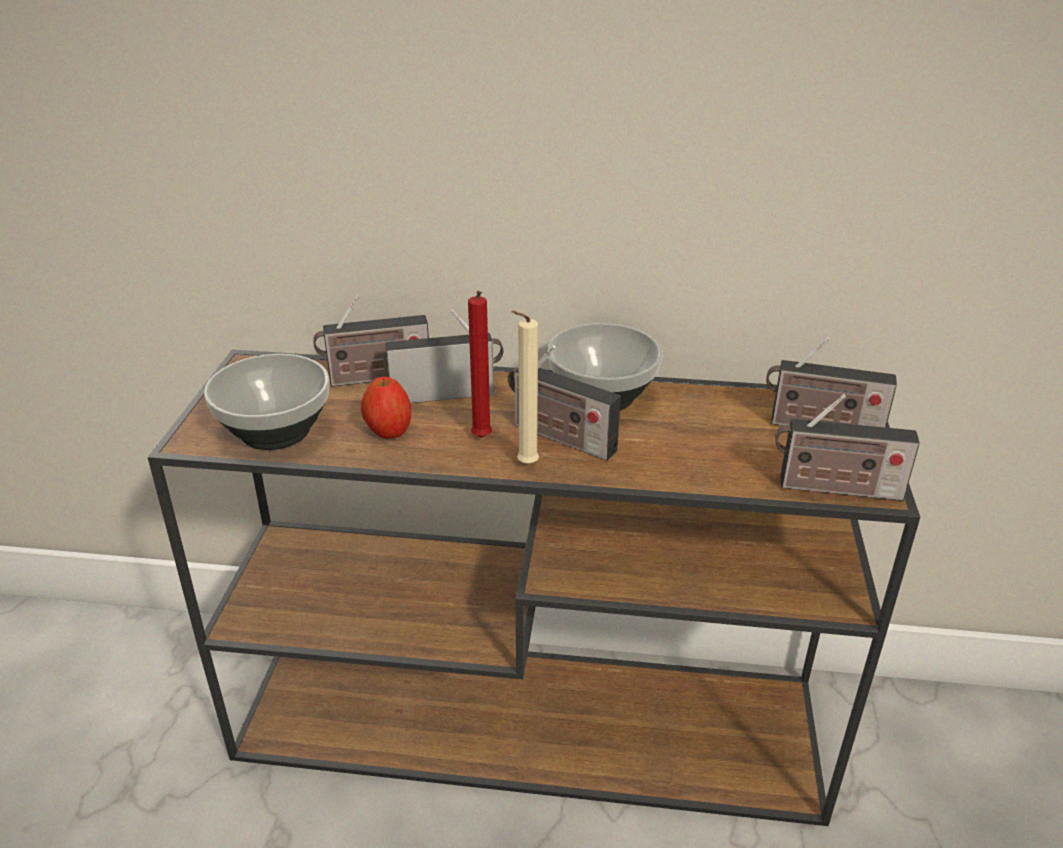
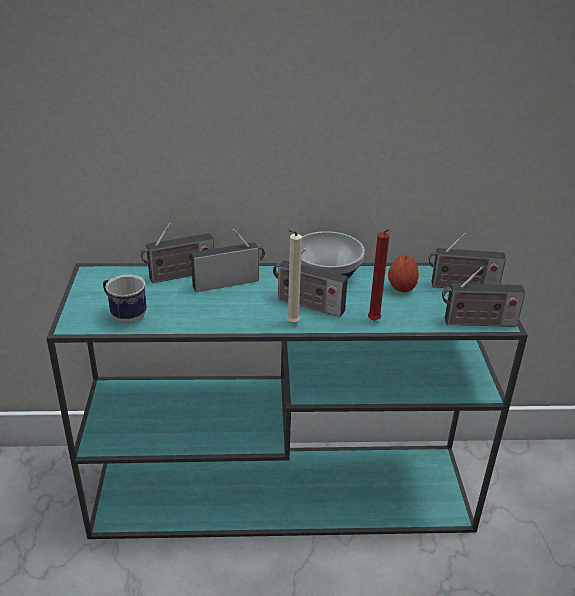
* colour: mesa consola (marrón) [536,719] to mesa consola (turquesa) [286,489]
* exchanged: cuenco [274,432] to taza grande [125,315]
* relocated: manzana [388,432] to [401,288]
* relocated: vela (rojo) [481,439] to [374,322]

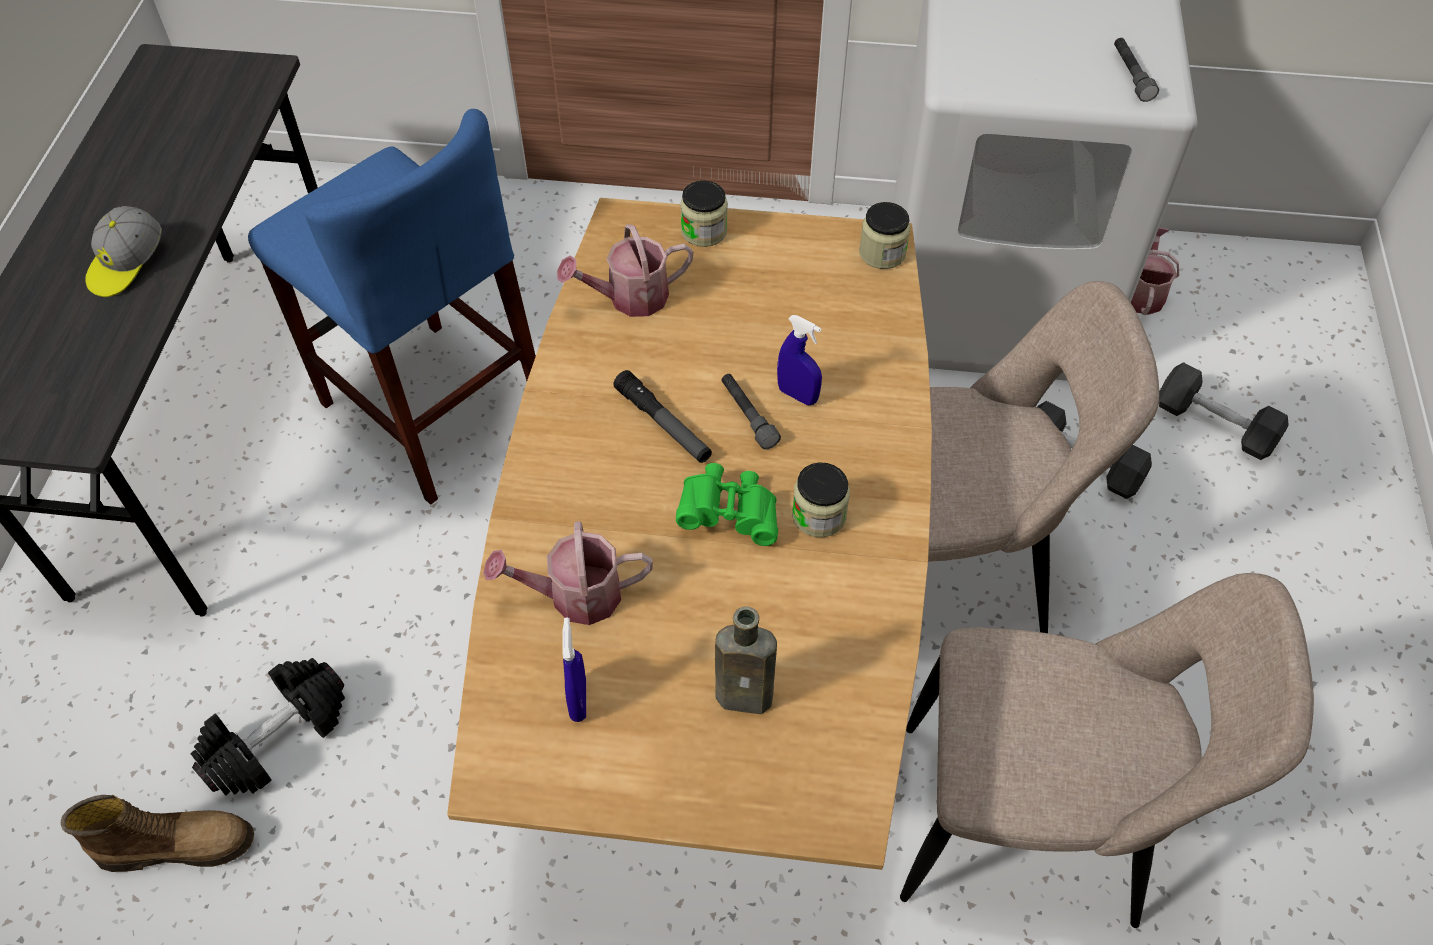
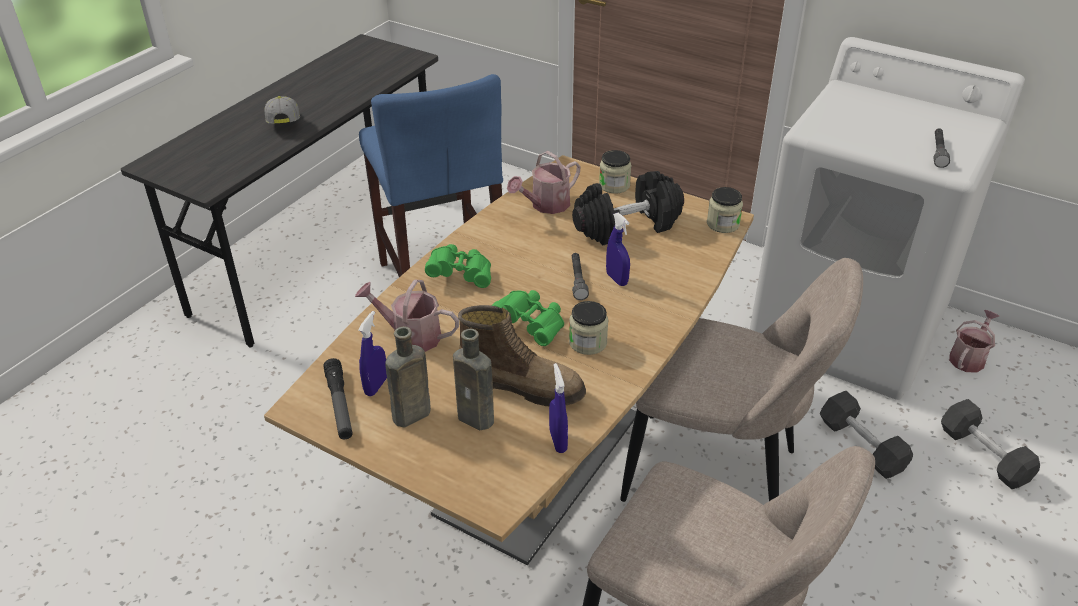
* relocated: bota [177,844] to [522,385]
* spun: gorra [127,264] = [284,122] 120 degrees clockwise
* relocated: mancuerna (negro) [278,737] to [627,225]
* spun: regadera [629,298] = [546,205] 45 degrees counterclockwise
* relocated: linterna [663,424] to [339,405]
* appeared: botella (marrón) [409,416]
* appeared: prismáticos (verde) [461,275]
* appeared: pulverizador (azul) [558,441]

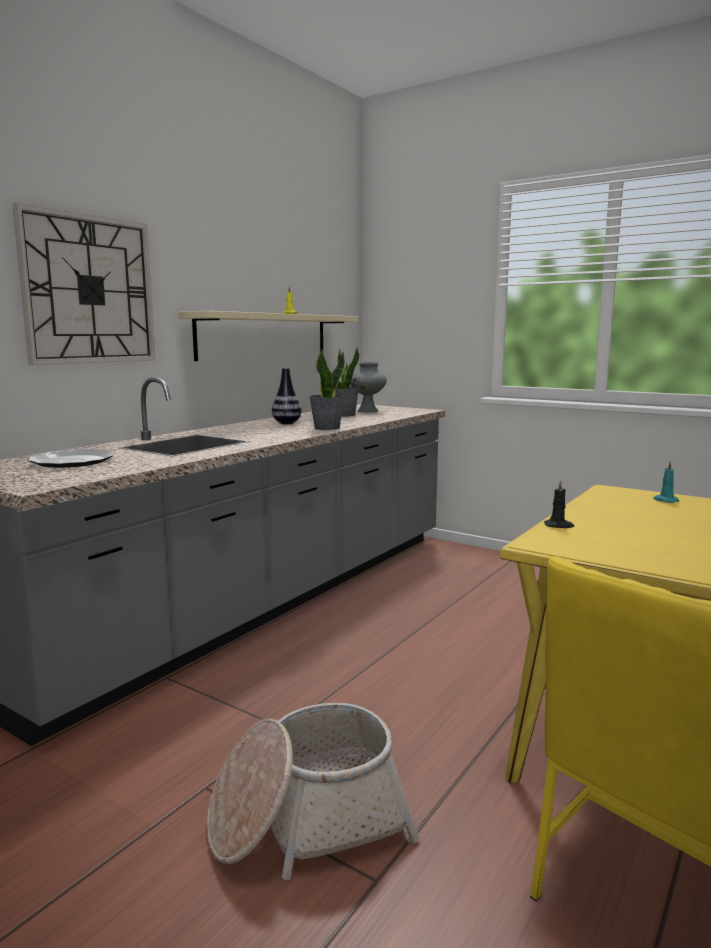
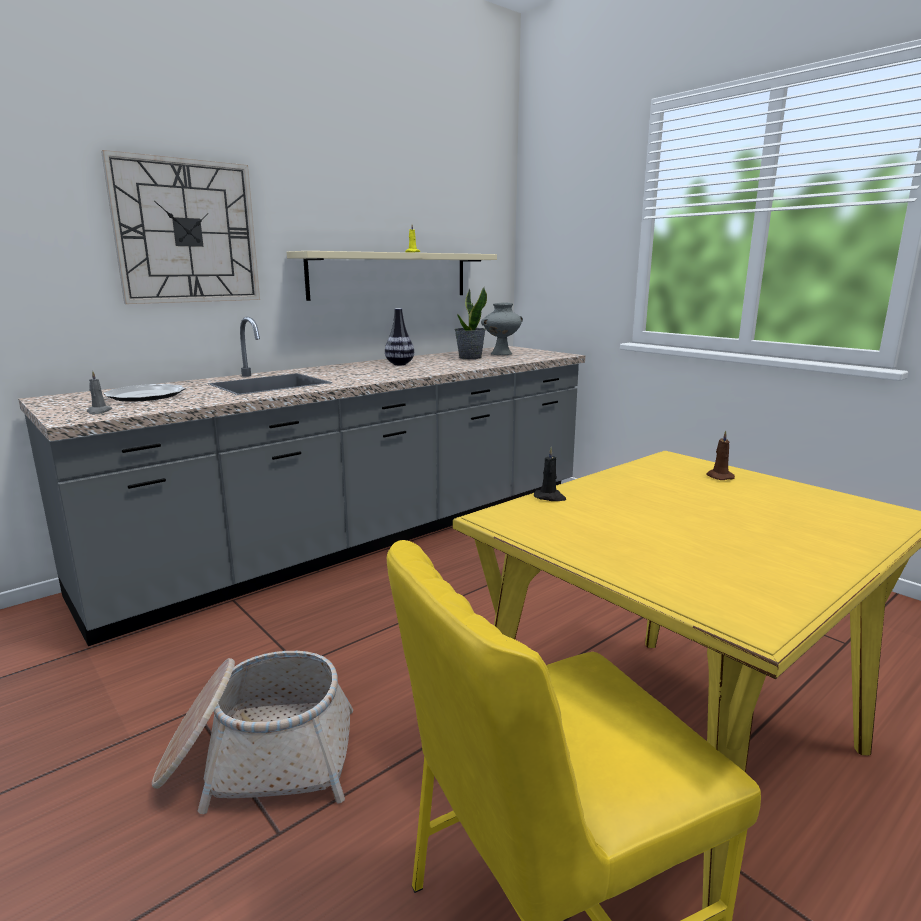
* missing: planta en maceta [326,428]
* colour: vela (turquesa) [665,500] to vela (marrón) [718,476]
* appeared: vela (gris) [99,411]

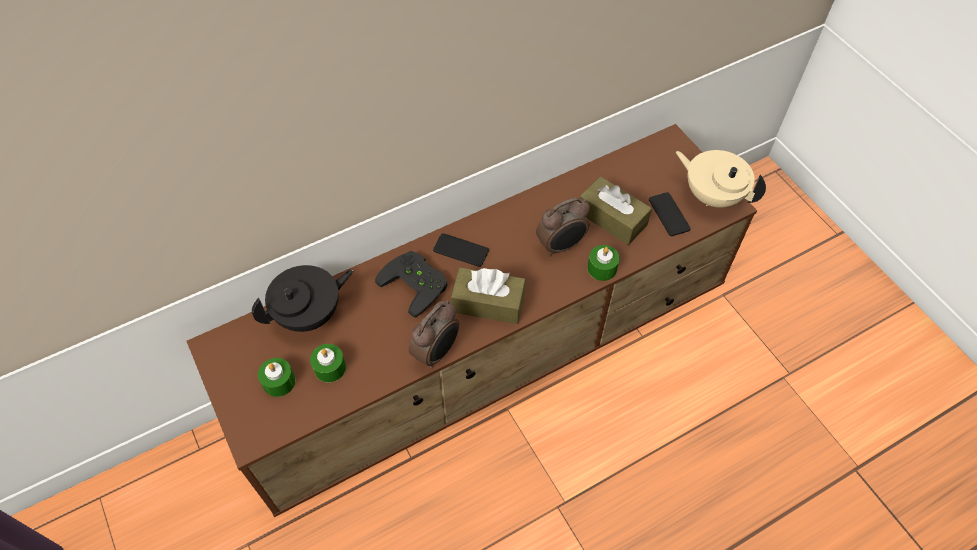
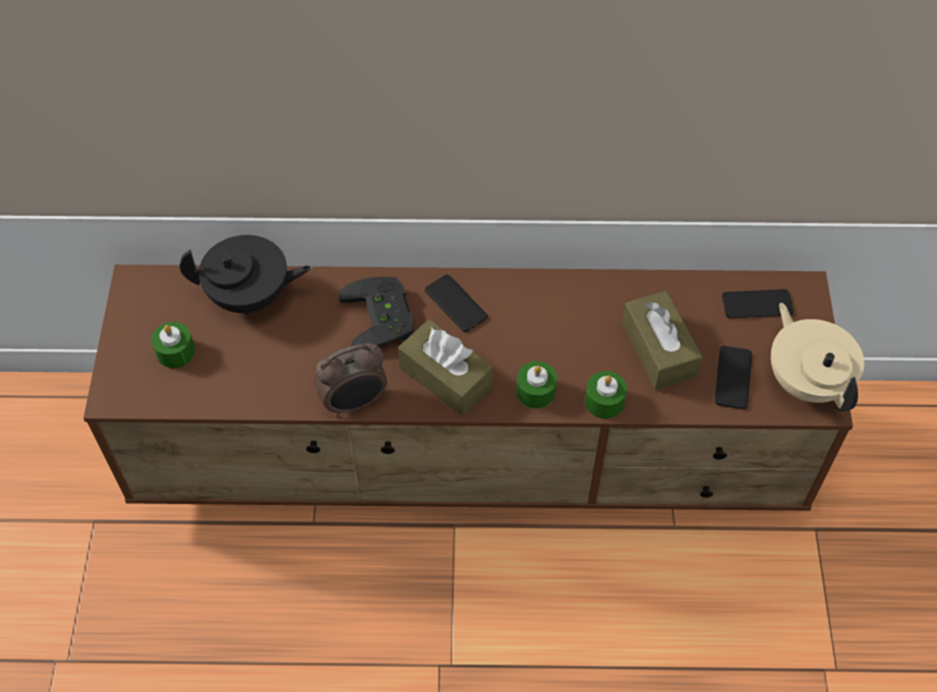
* relocated: vela (verde) [330,368] to [535,391]
* missing: despertador [561,246]
* appeared: móvil [757,304]

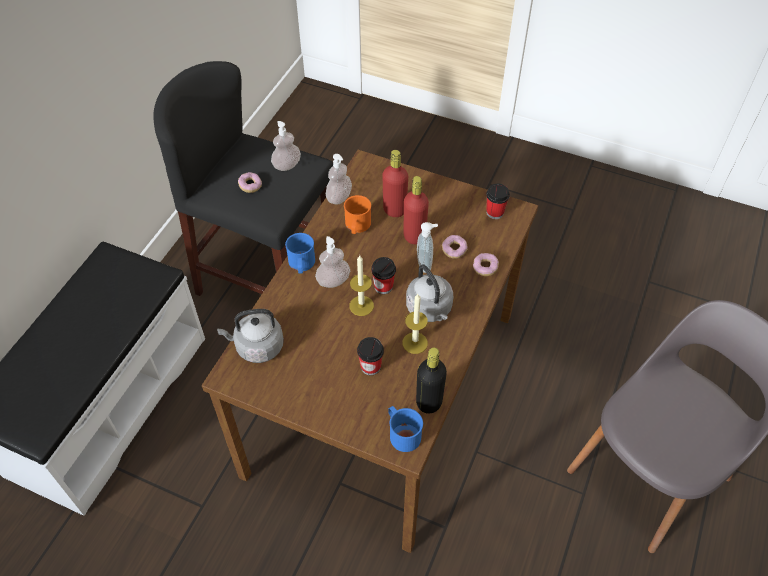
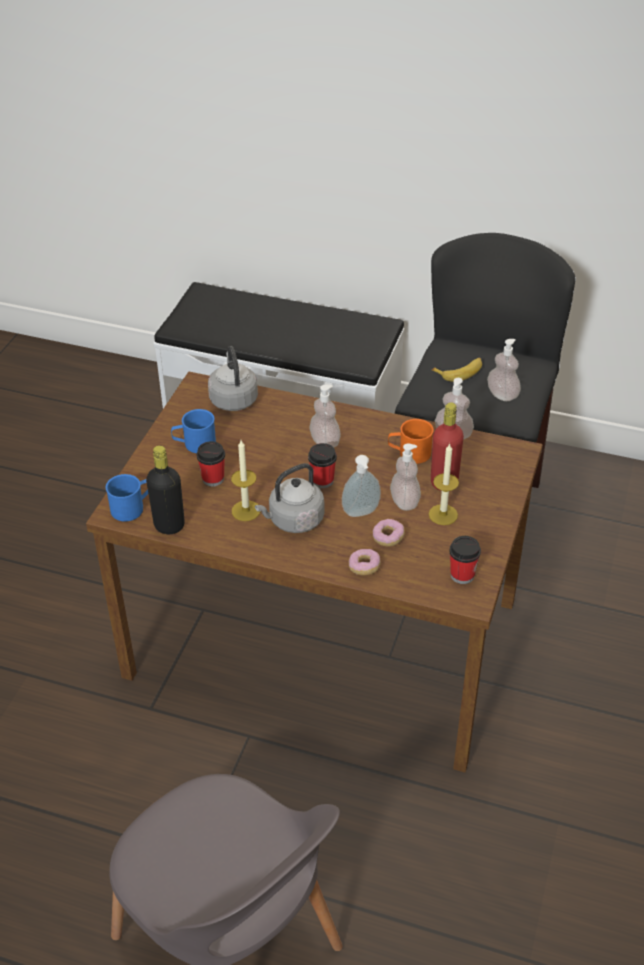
* exchanged: rosquilla [250,186] to plátano [460,372]
* relocated: taza grande (azul) [301,265] to [194,444]
* relocated: vela [361,305] to [443,514]
* exchanged: botella (rojo) [414,236] to dispensador de jabón [404,502]

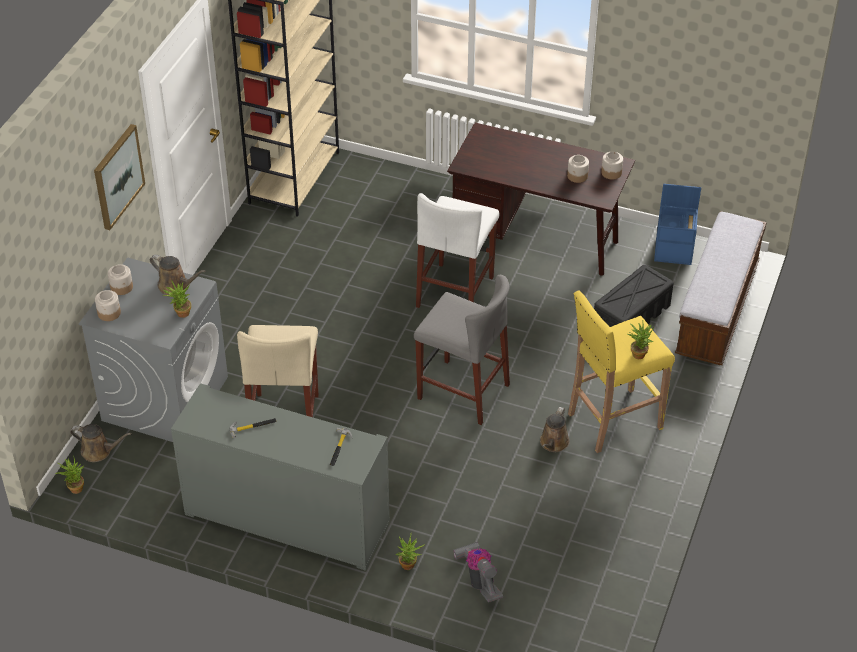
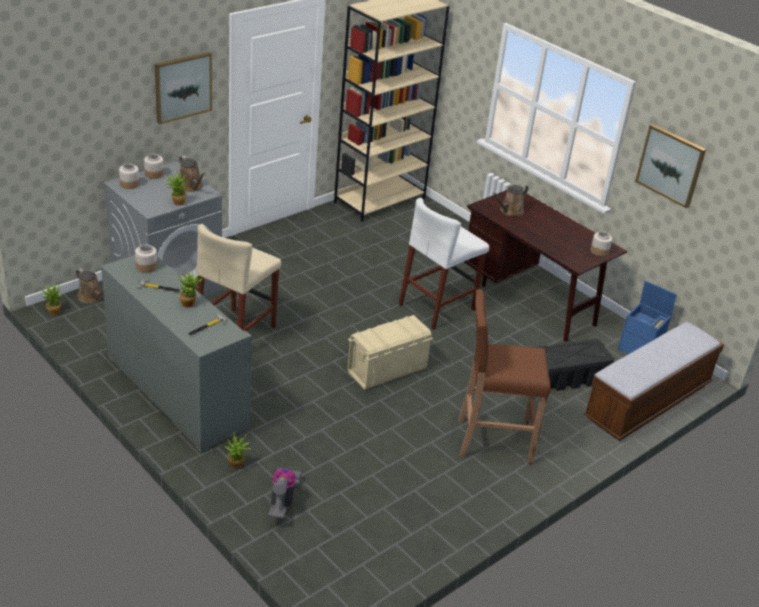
* exchanged: taburete (gris) [463,391] to caja de almacenaje (beis) [386,370]
* relocated: regadera (marrón) [553,443] to [510,211]
* relocated: tarro [577,176] to [146,267]
* colour: taburete (amarillo) [612,421] to taburete (marrón) [492,441]
* relocated: planta en maceta [639,353] to [189,303]
* appeared: cuadro [670,165]

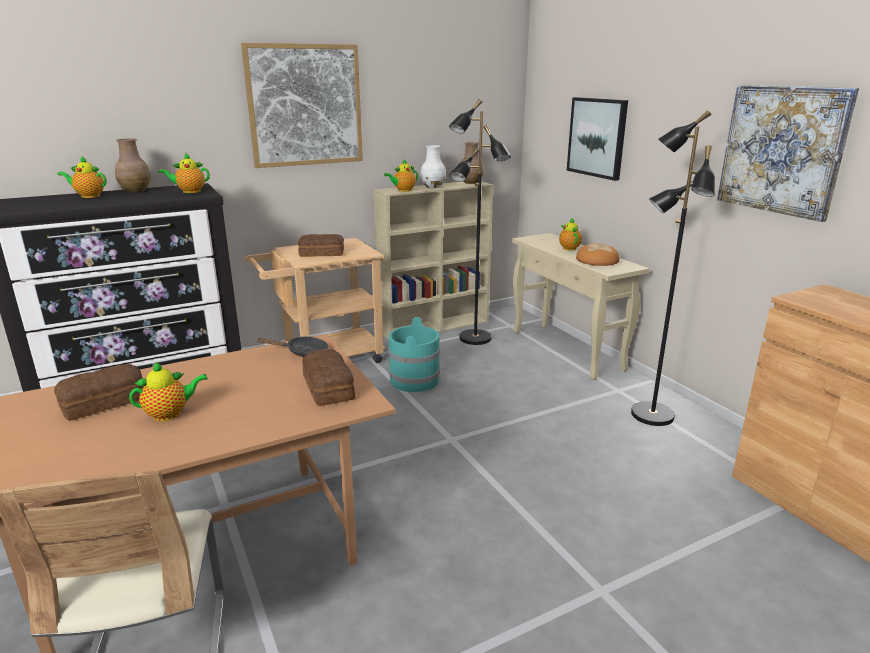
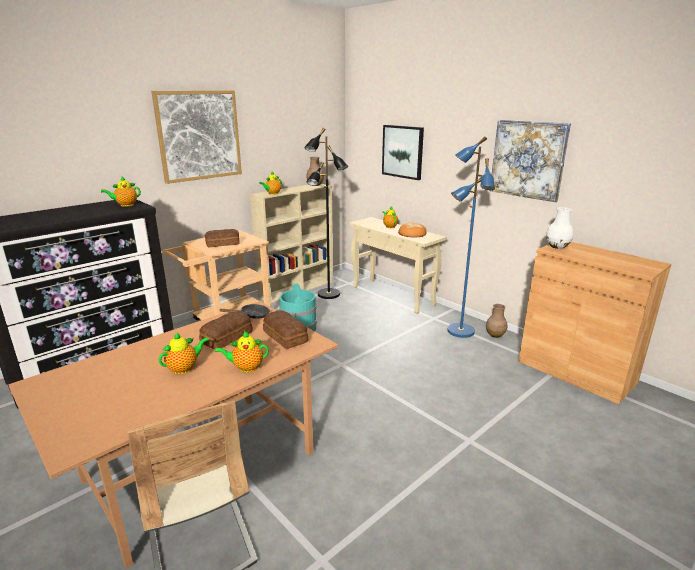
* relocated: pan [105,403] to [228,337]
* relocated: tetera [88,196] to [246,368]
* relocated: florero (marrón) [135,191] to [495,335]
* relocated: florero (blanco) [433,187] to [557,246]
* colour: lámpara de pie (negro) [650,415] to lámpara de pie (azul) [460,331]

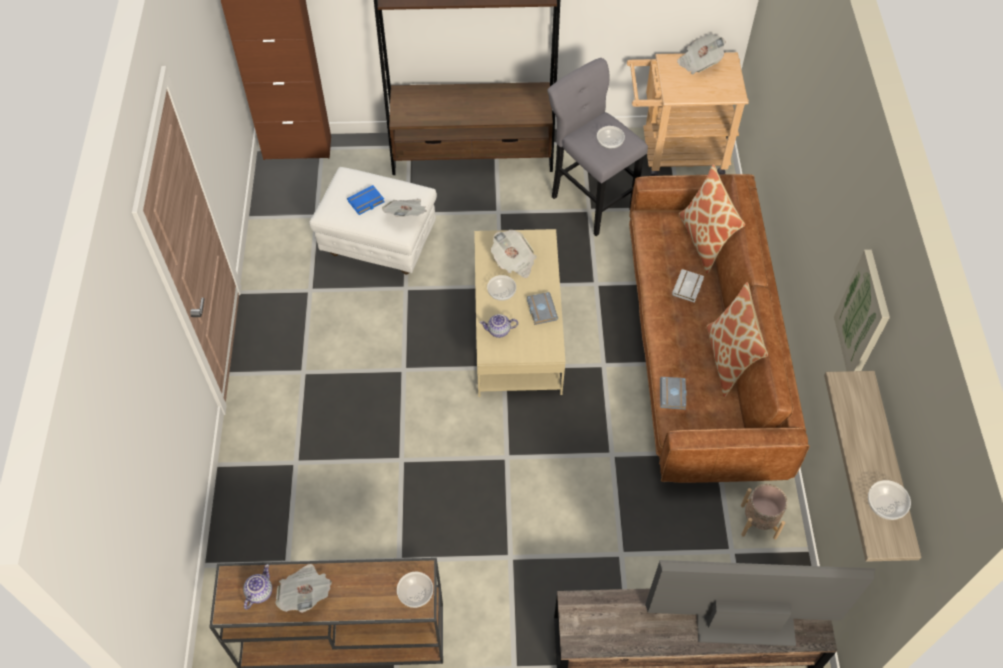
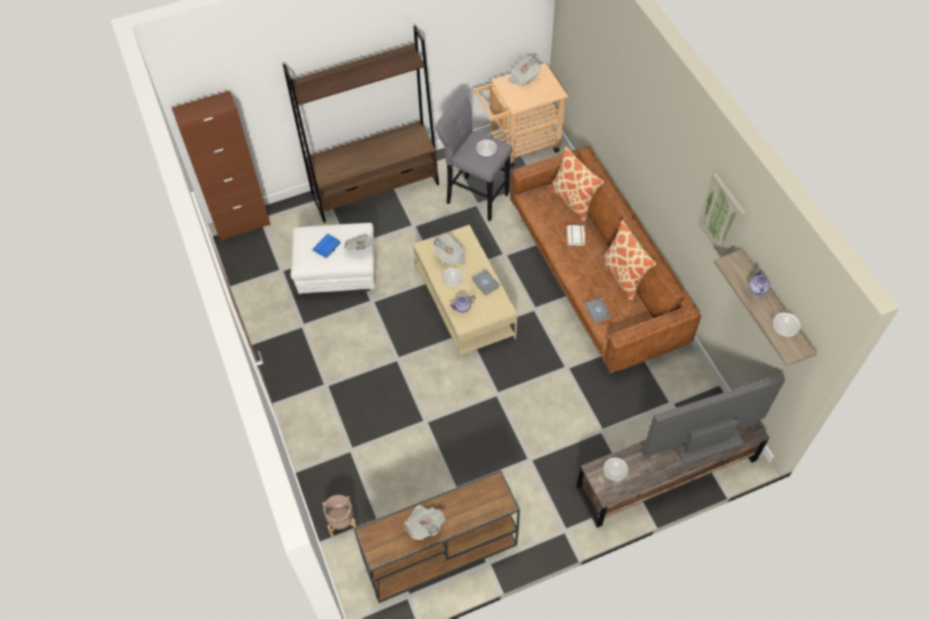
* relocated: tetera [259,592] to [756,289]
* relocated: cuenco [415,593] to [614,472]
* relocated: maceta (beis) [759,521] to [342,522]

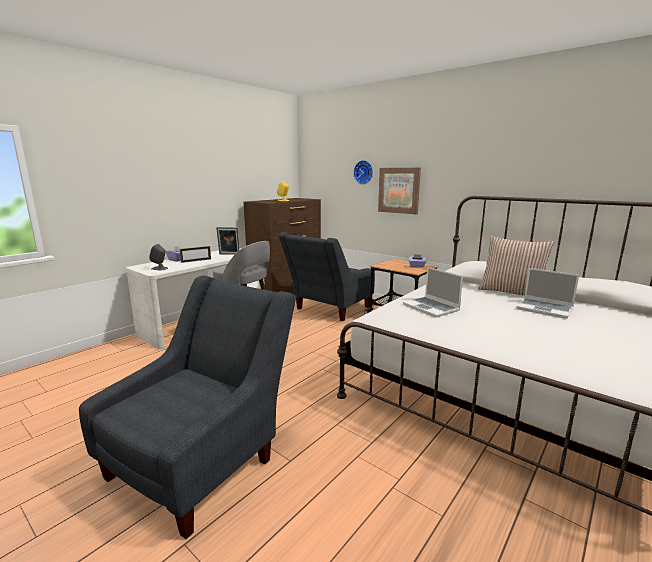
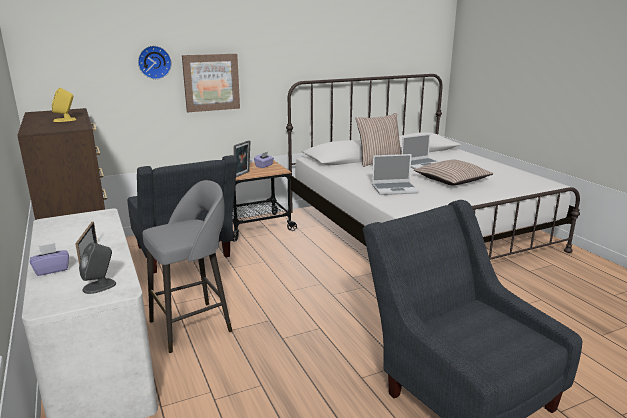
* relocated: portarretratos [229,254] to [242,175]
* appeared: cojín [451,180]

